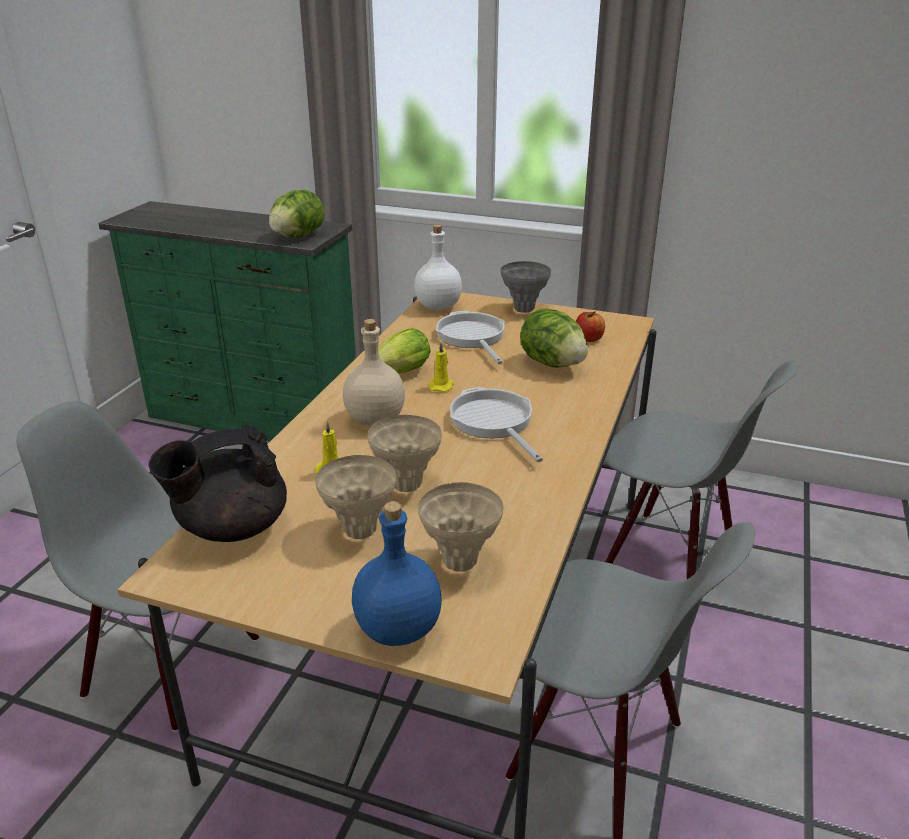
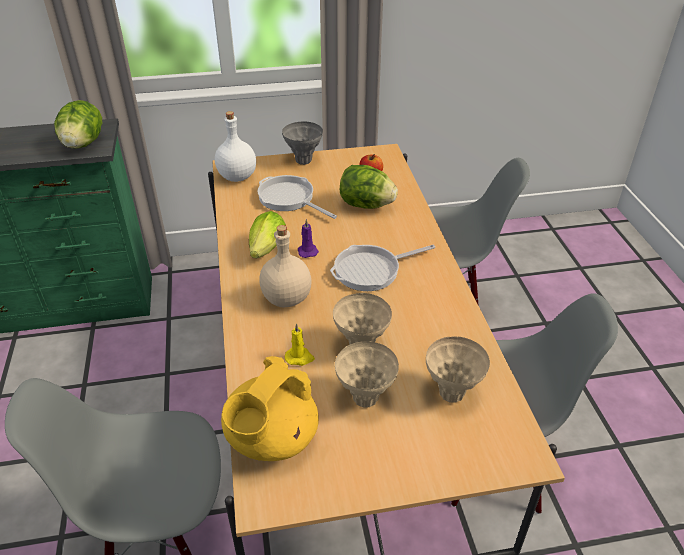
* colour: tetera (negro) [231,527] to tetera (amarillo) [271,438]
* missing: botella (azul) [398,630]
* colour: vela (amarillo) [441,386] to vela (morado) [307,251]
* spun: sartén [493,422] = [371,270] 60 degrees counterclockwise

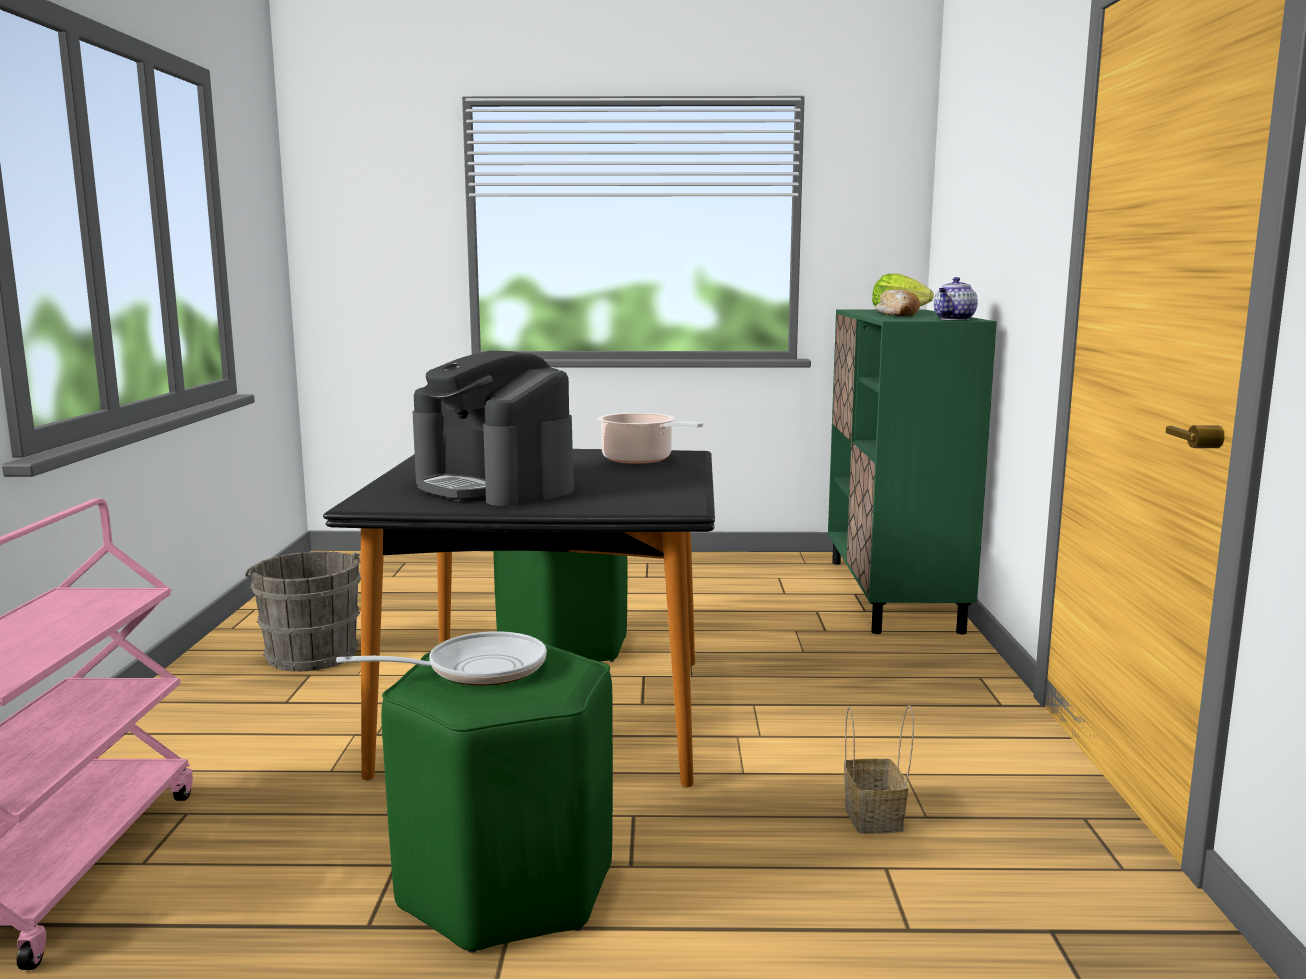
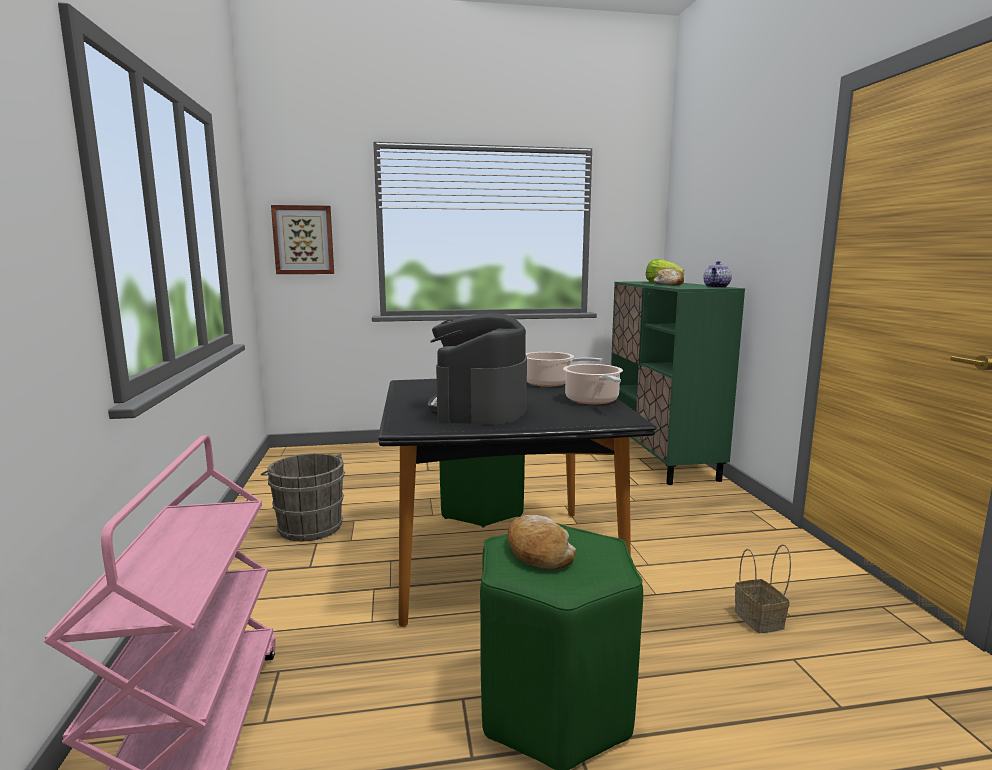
* exchanged: sartén [476,669] to pan [538,553]
* spun: cafetera [495,487] = [479,408] 60 degrees clockwise
* appeared: cuadro [303,240]
* appeared: olla [593,401]

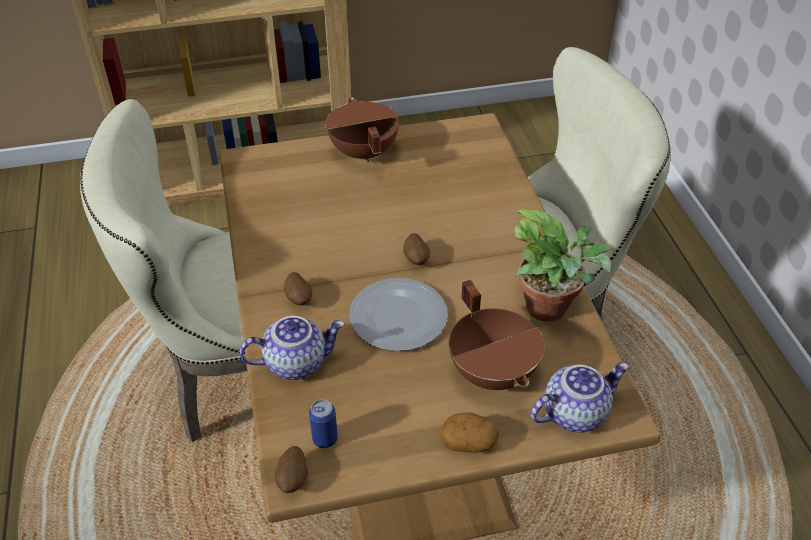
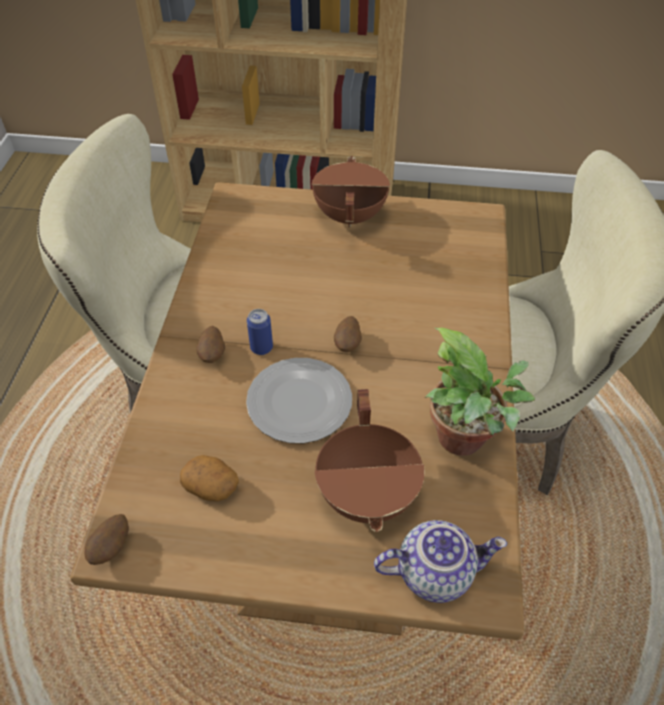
* missing: tetera [296,362]
* relocated: lata [325,439] to [261,348]
* relocated: patata [469,441] to [212,486]

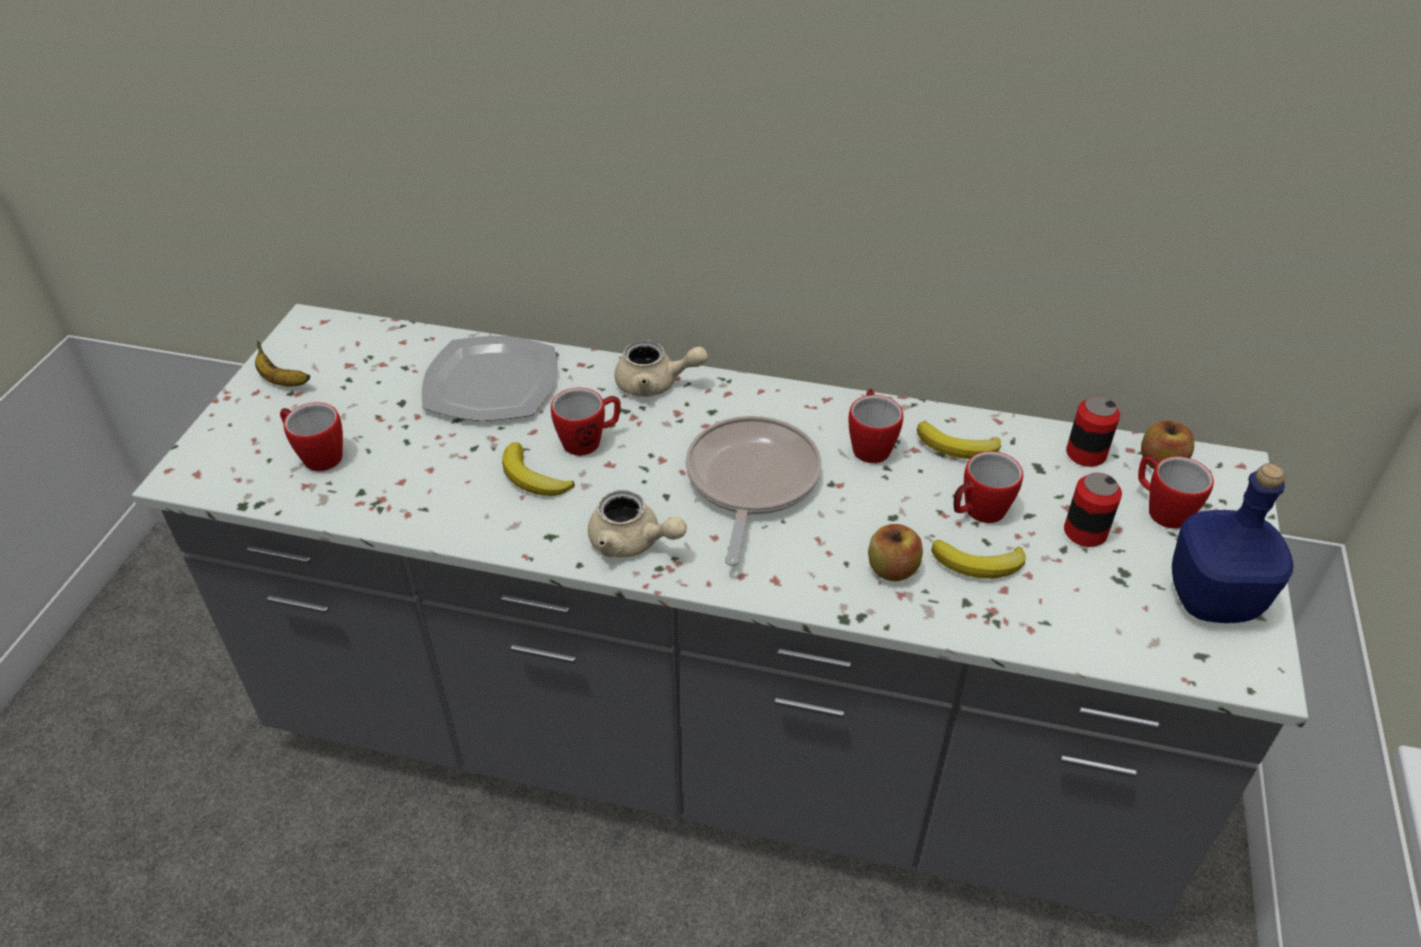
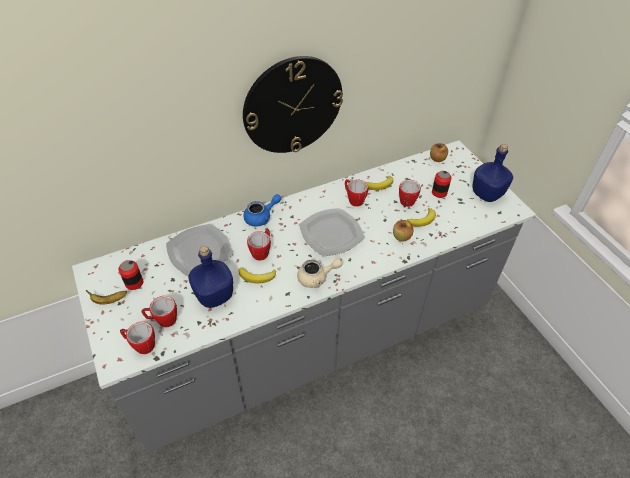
* colour: tetera (beis) [655,384] to tetera (azul) [261,217]
* exchanged: sartén [750,482] to plato [331,234]
* relocated: lata [1085,454] to [134,283]
* relocated: taza grande [1161,509] to [141,345]
* appeared: botella (azul) [215,295]
* appeared: reloj de pared [292,106]

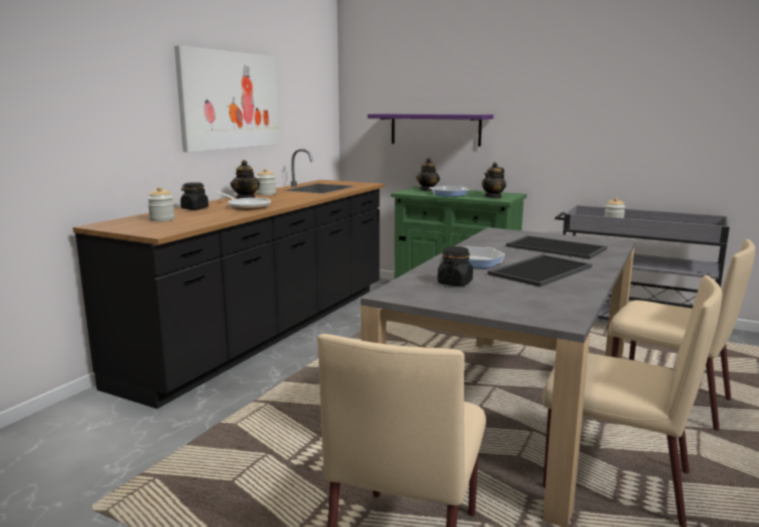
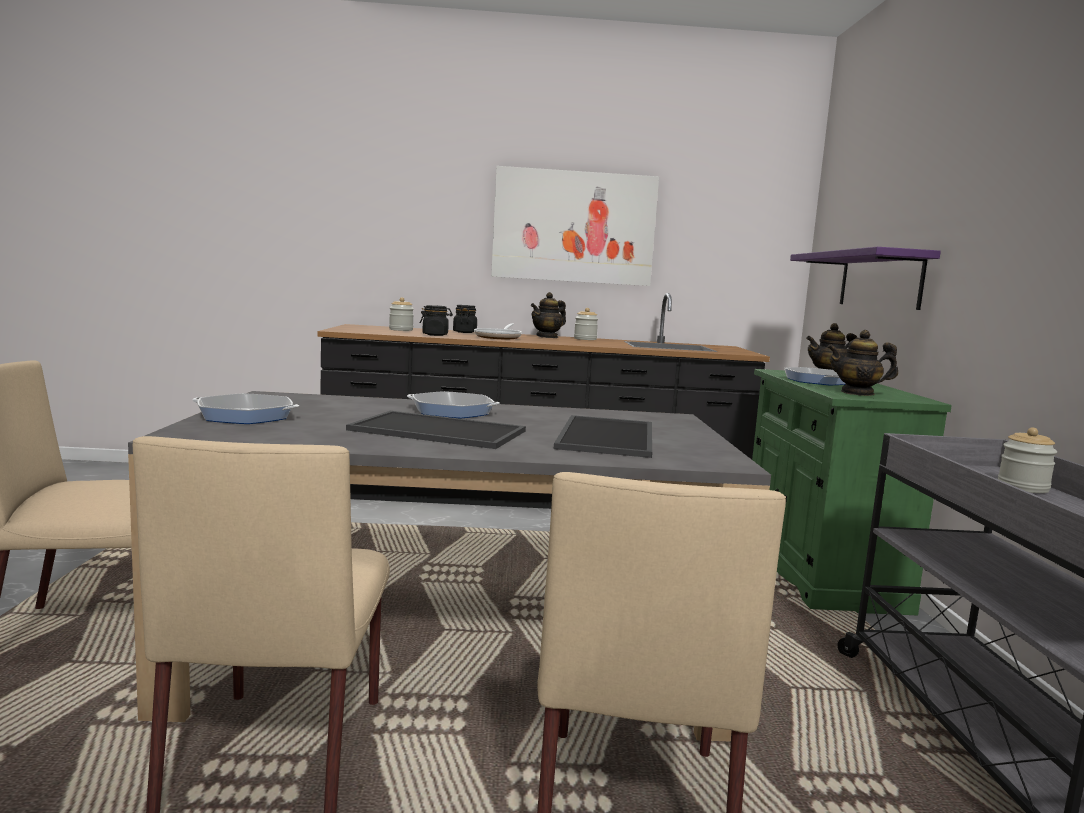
* relocated: tarro (negro) [455,283] to [435,335]
* appeared: sartén [245,416]

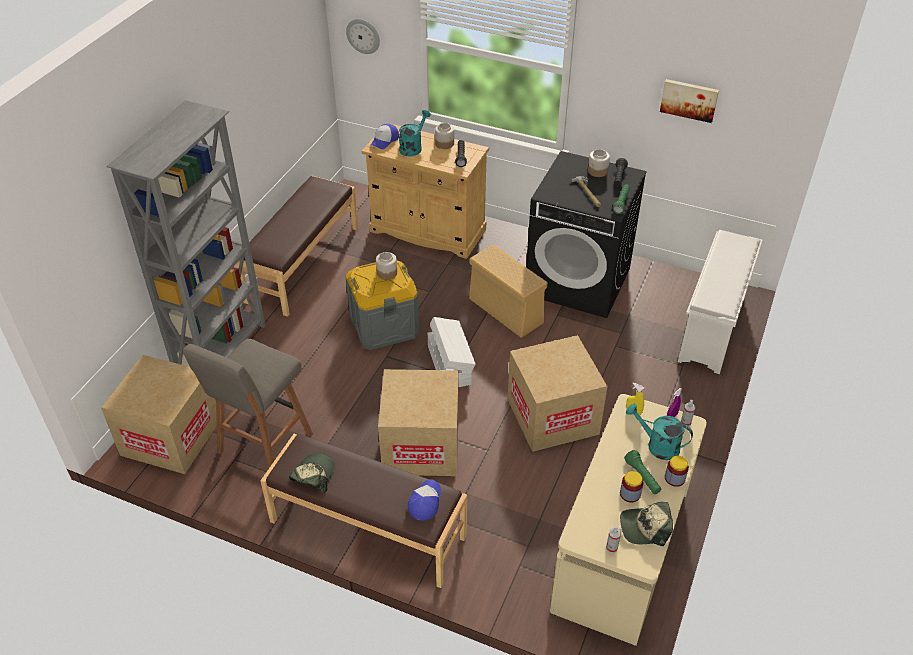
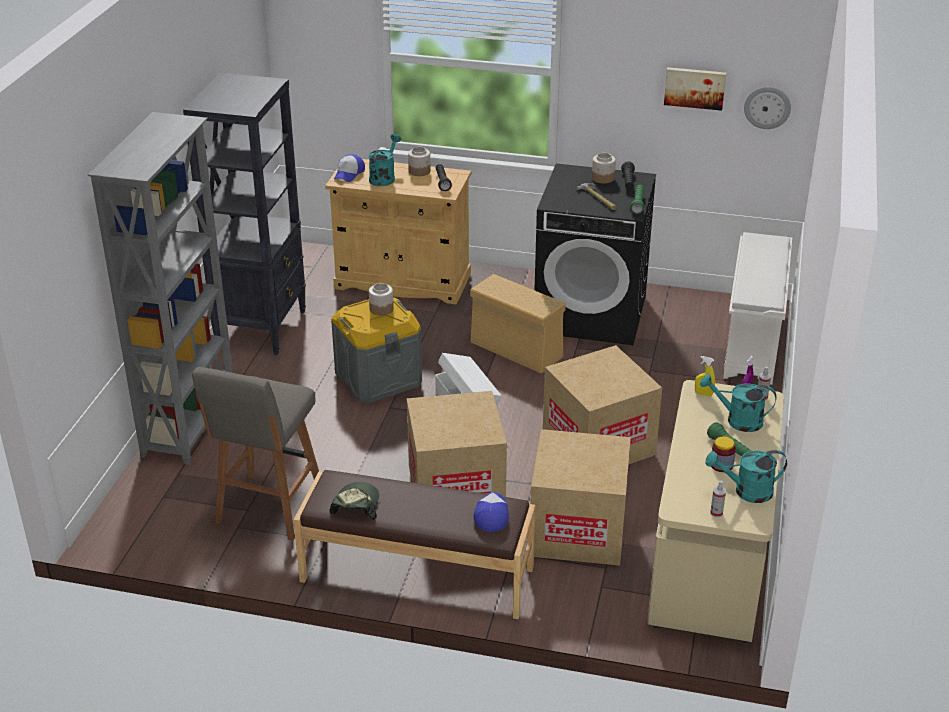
* relocated: caja de cartón [171,437] to [578,530]
* exchanged: banco (marrón) [302,264] to estantería (negro) [262,328]
* relocated: reloj de pared [363,36] to [767,107]
* exchanged: gorra [645,527] to regadera (turquesa) [746,492]
* missing: tarro [674,478]

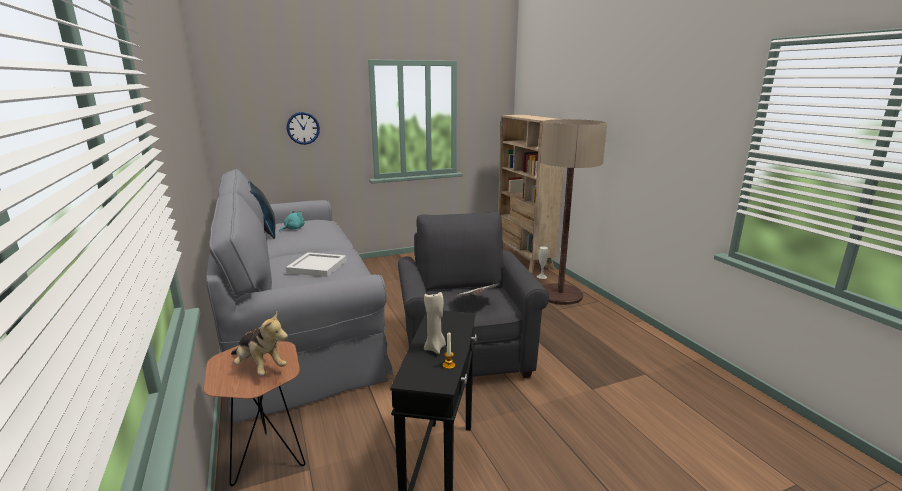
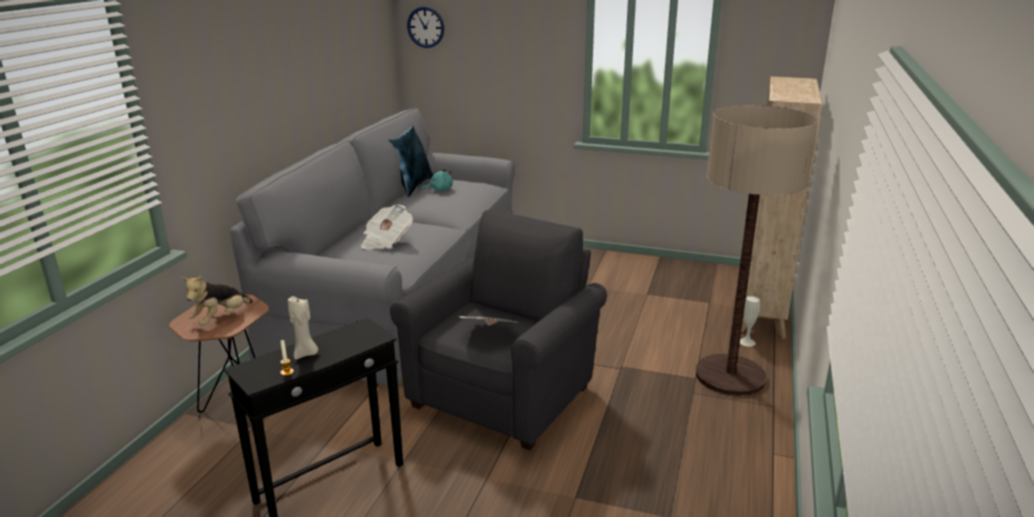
* spun: peluche [259,367] = [221,318] 45 degrees clockwise
* exchanged: bandeja (blanco) [317,267] to periódico [386,241]
* relocated: reloj de pared [303,128] to [425,27]

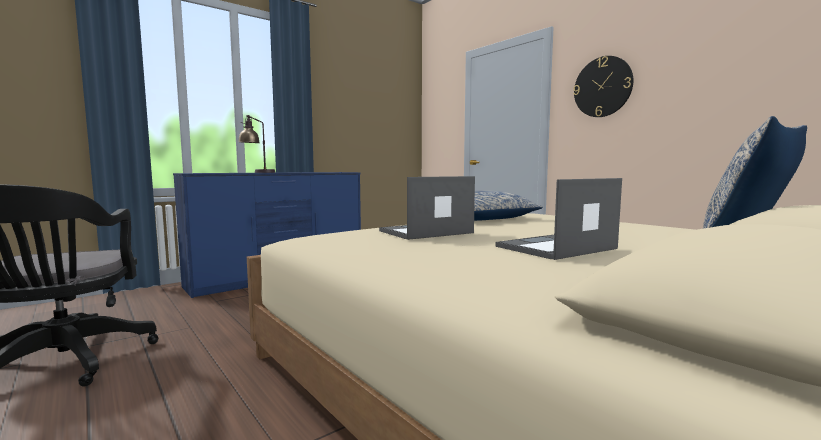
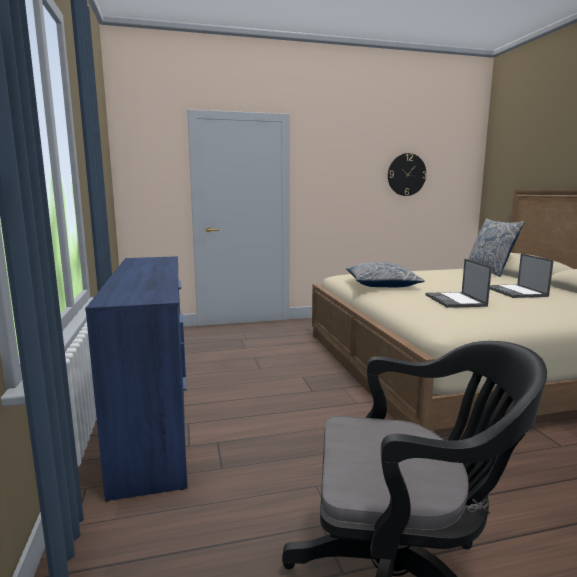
* missing: lámpara de mesa [257,172]
* relocated: reloj de pared [602,87] to [406,174]

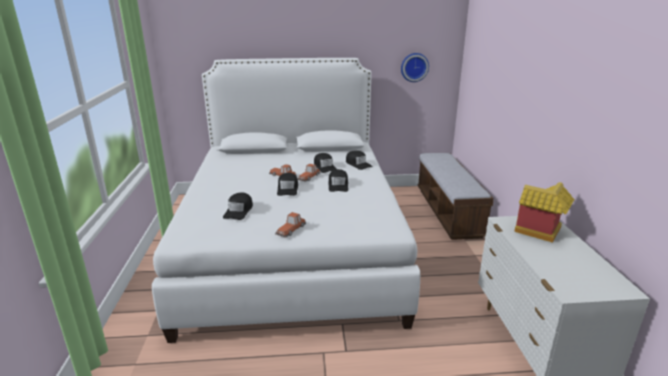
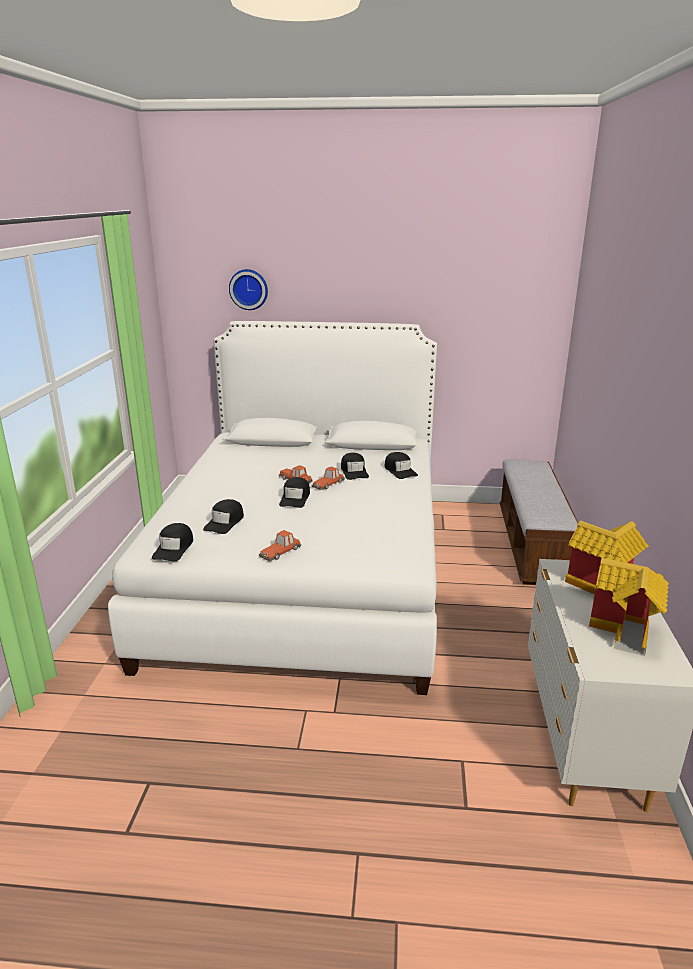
* relocated: gorra (negro) [338,185] to [174,548]
* relocated: reloj de pared [414,67] to [249,289]
* appeared: casita [626,632]

